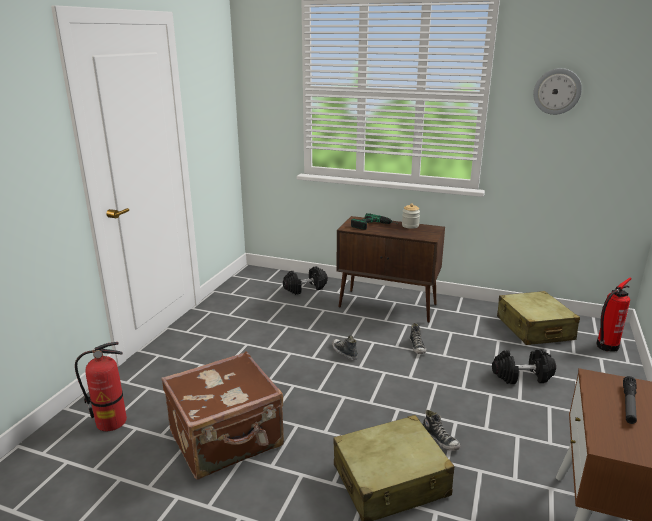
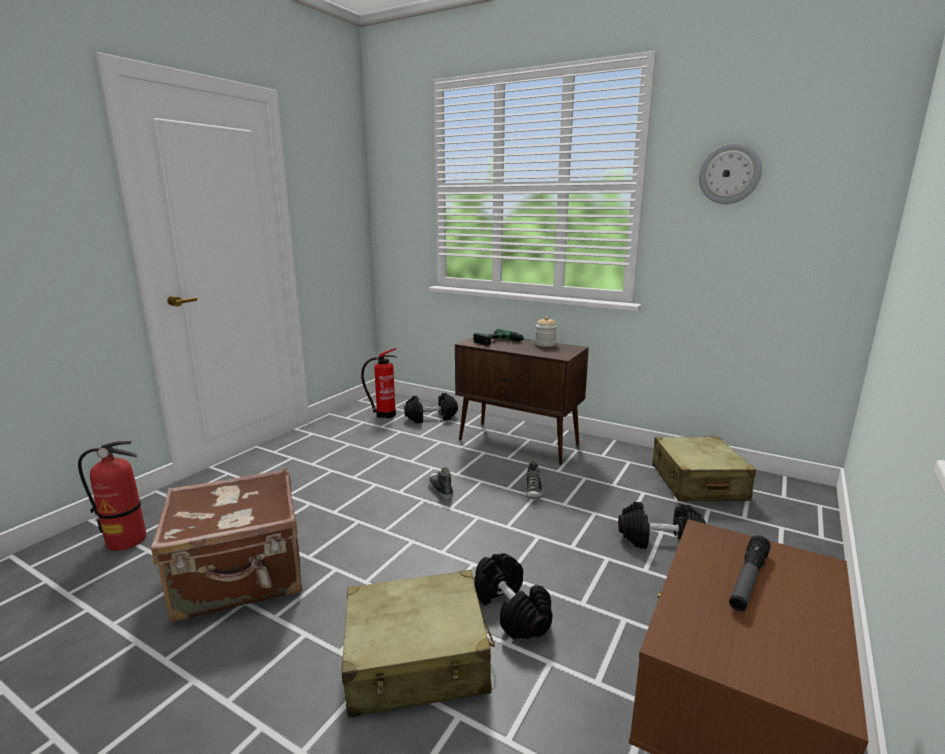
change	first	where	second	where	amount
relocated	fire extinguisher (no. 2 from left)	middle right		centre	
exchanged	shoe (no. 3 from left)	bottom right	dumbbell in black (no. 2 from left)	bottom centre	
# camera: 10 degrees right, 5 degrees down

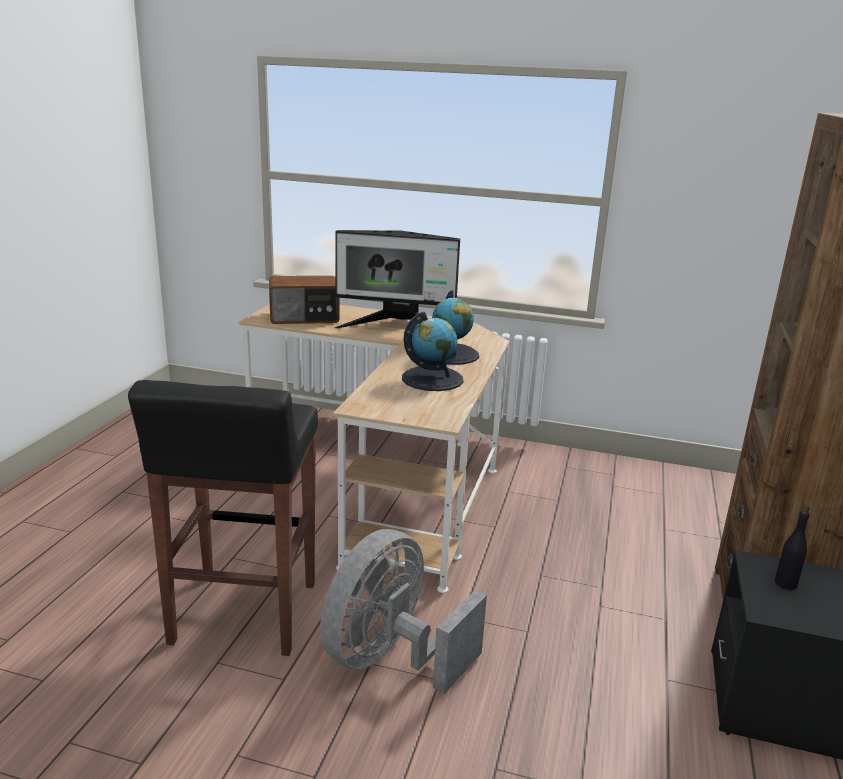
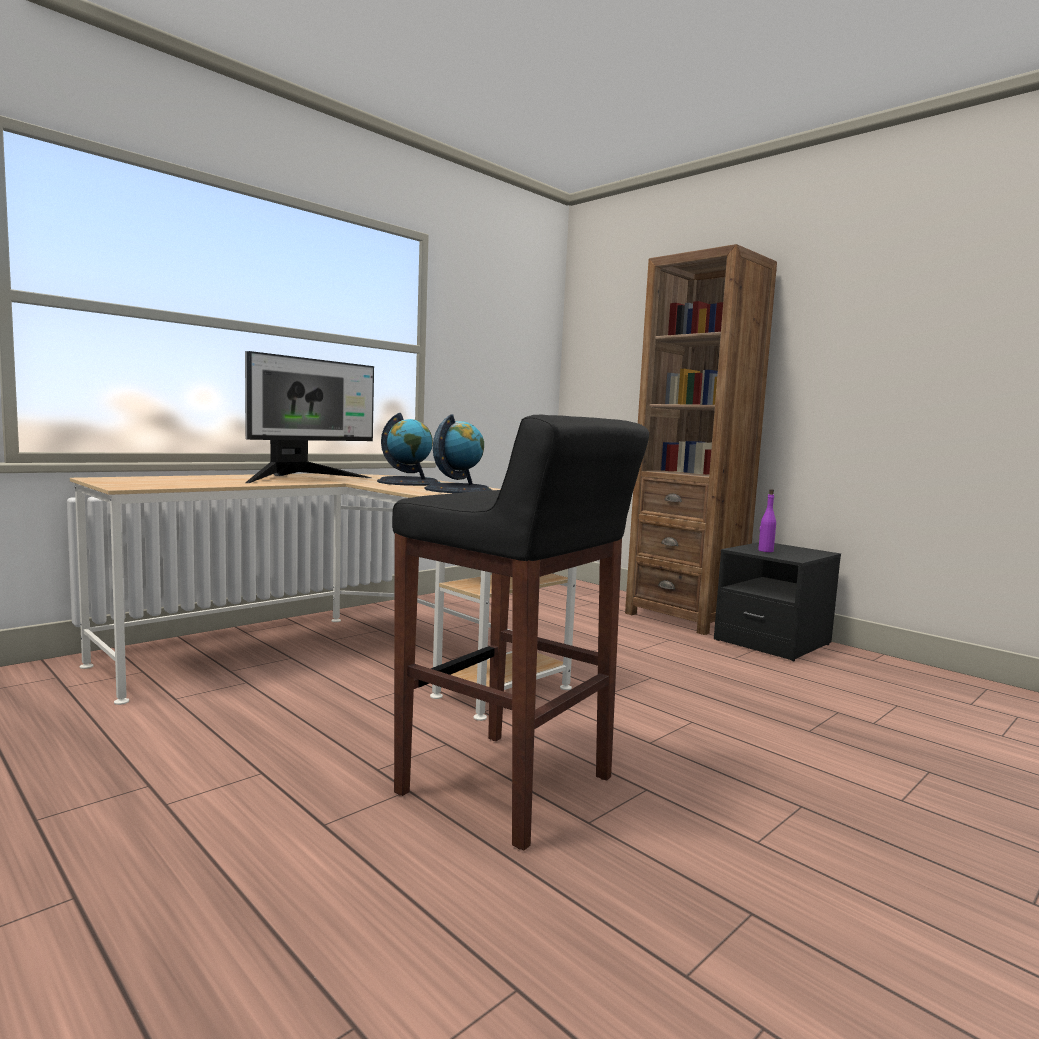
change	first	where	second	where	amount
missing	radio	centre			
missing	fan in grey	bottom centre			
colour	bottle in black	bottom right	bottle in purple	middle right	
# camera: 60 degrees left, 15 degrees down

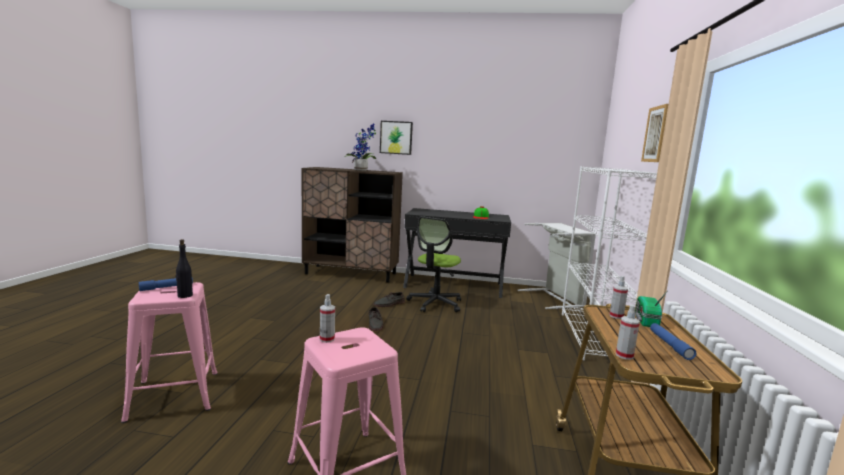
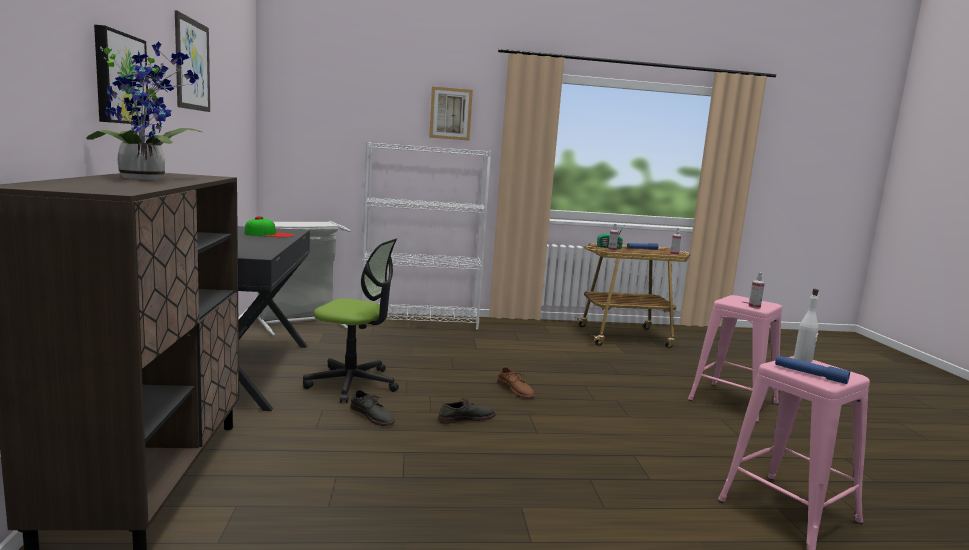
change	first	where	second	where	amount
appeared			picture (no. 2 from left)	top left	
appeared			shoe in brown	bottom centre	
colour	bottle in black	middle left	bottle in white	middle right	
# camera: 105 degrees left, 0 degrees up

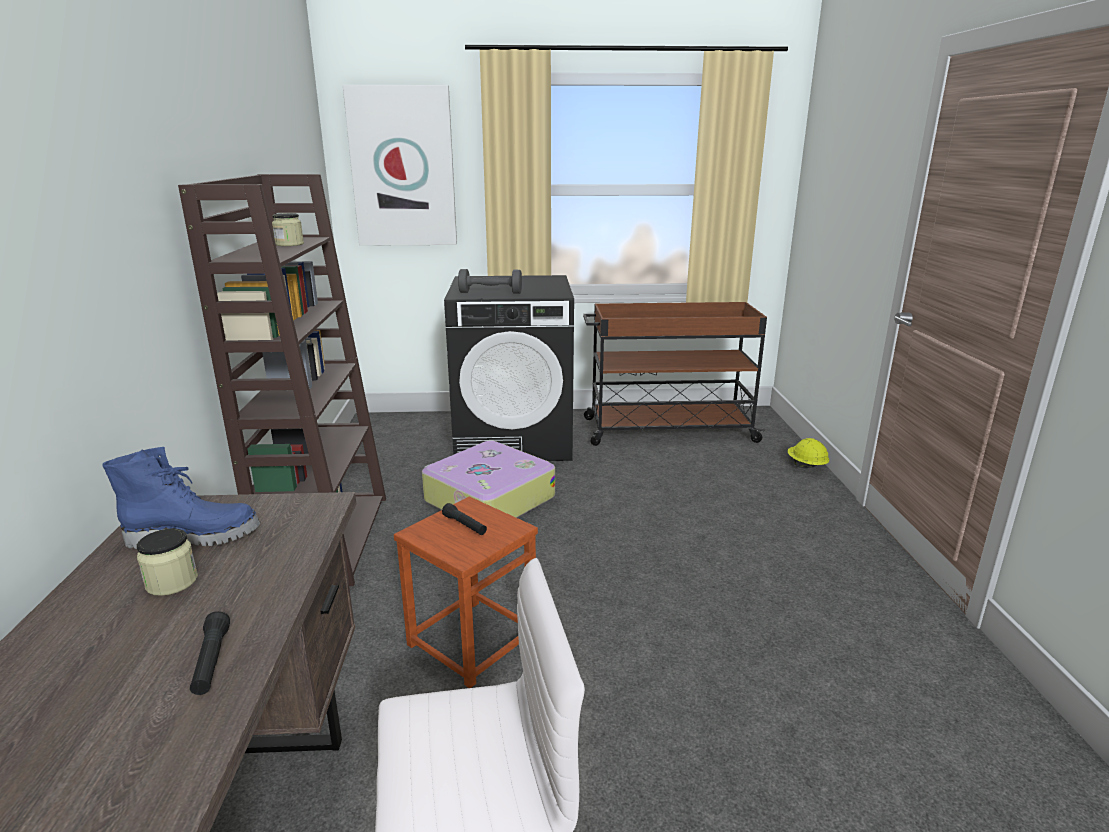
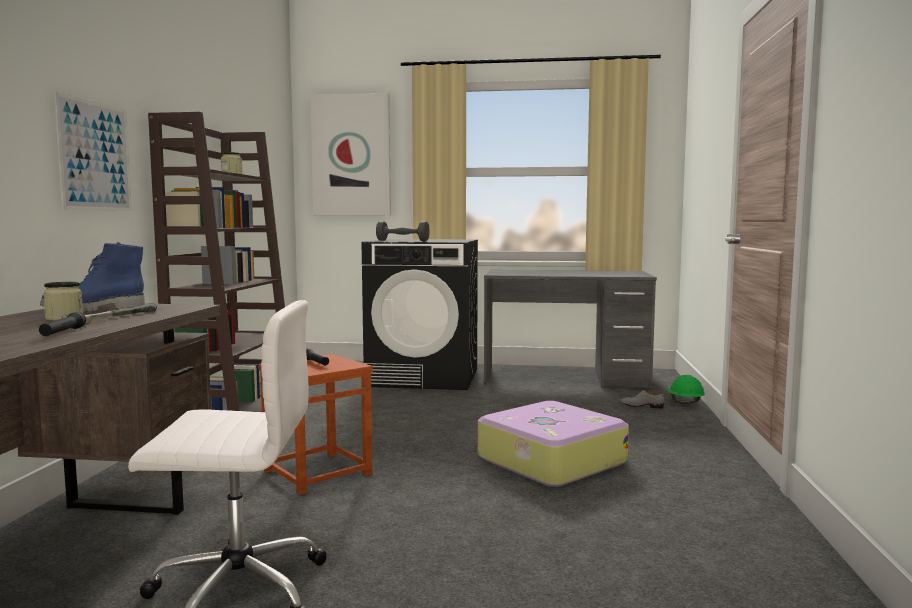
change	first	where	second	where	amount
appeared			picture (no. 1 from left)	top left	
appeared			hammer	middle left	
appeared			shoe in grey	middle right	
relocated	suitcase	centre		bottom centre	
exchanged	cart in brown	centre	desk in grey	centre	
colour	hard hat in yellow	middle right	hard hat in green	middle right	
spun	boot in blue	middle left		middle left	150 degrees clockwise
# camera: 10 degrees right, 15 degrees down

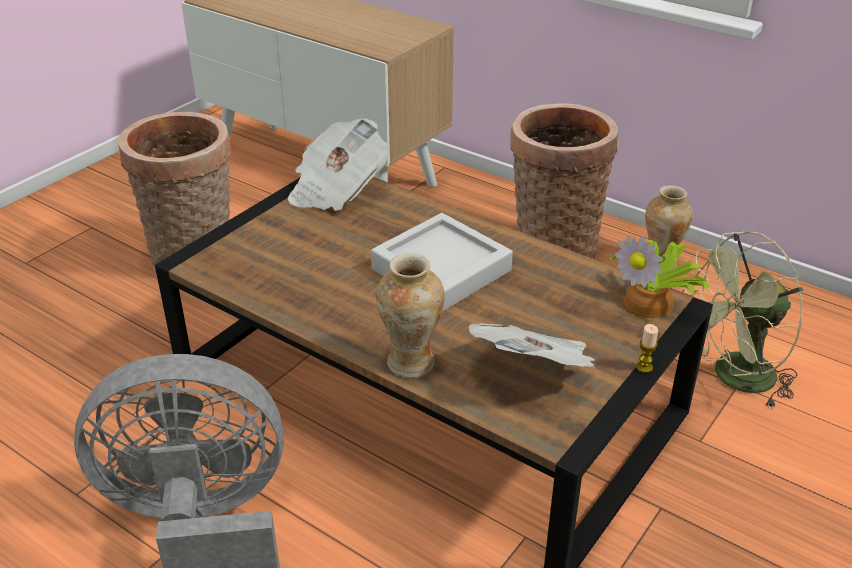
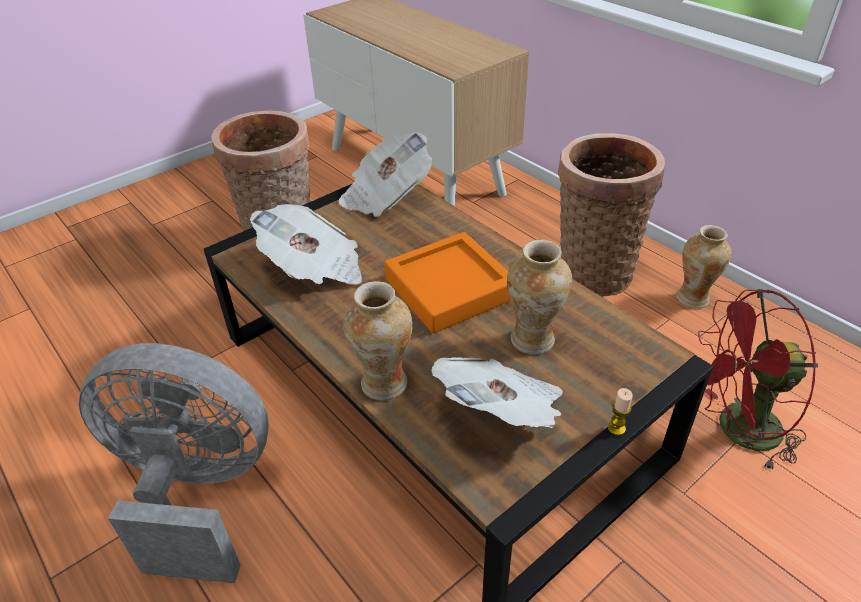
change	first	where	second	where	amount
missing	potted plant	middle right			
appeared			newspaper (no. 1 from left)	centre	
appeared			vase (no. 2 from left)	centre	
colour	tray in grey	centre	tray in orange	centre	
colour	fan in green	middle right	fan in red	middle right	
# camera: 15 degrees right, 5 degrees up

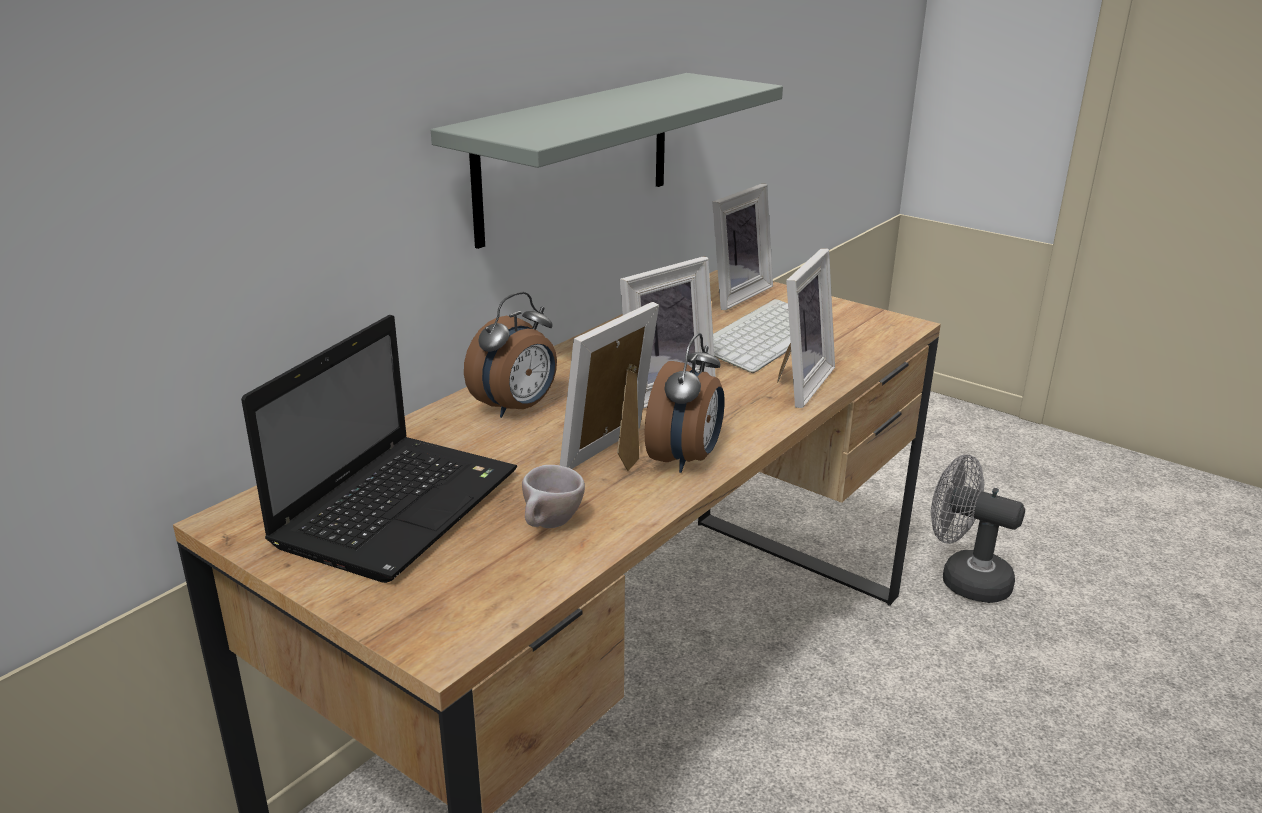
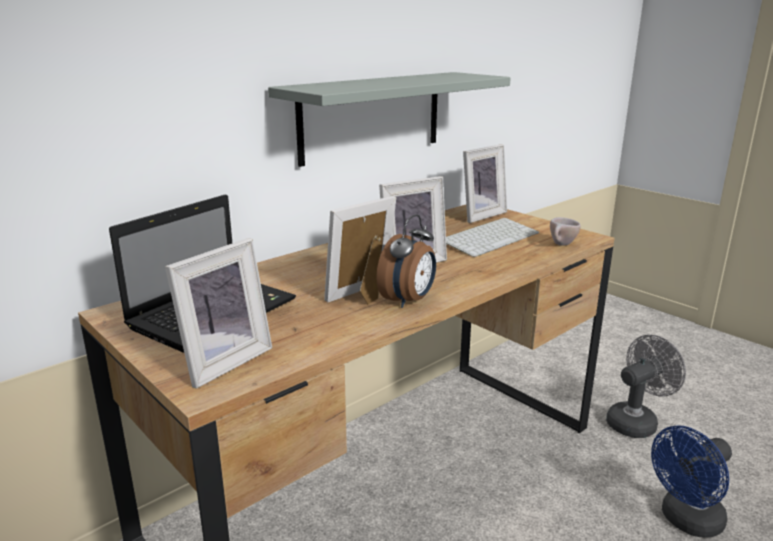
change	first	where	second	where	amount
missing	alarm clock (no. 1 from left)	centre			
appeared			fan in blue	bottom right	
relocated	cup in beige	centre		middle right	
relocated	picture frame (no. 4 from left in the first image)	centre	picture frame (no. 1 from left)	middle left	
spun	fan in grey	middle right		bottom right	105 degrees clockwise
# camera: 10 degrees right, 5 degrees down

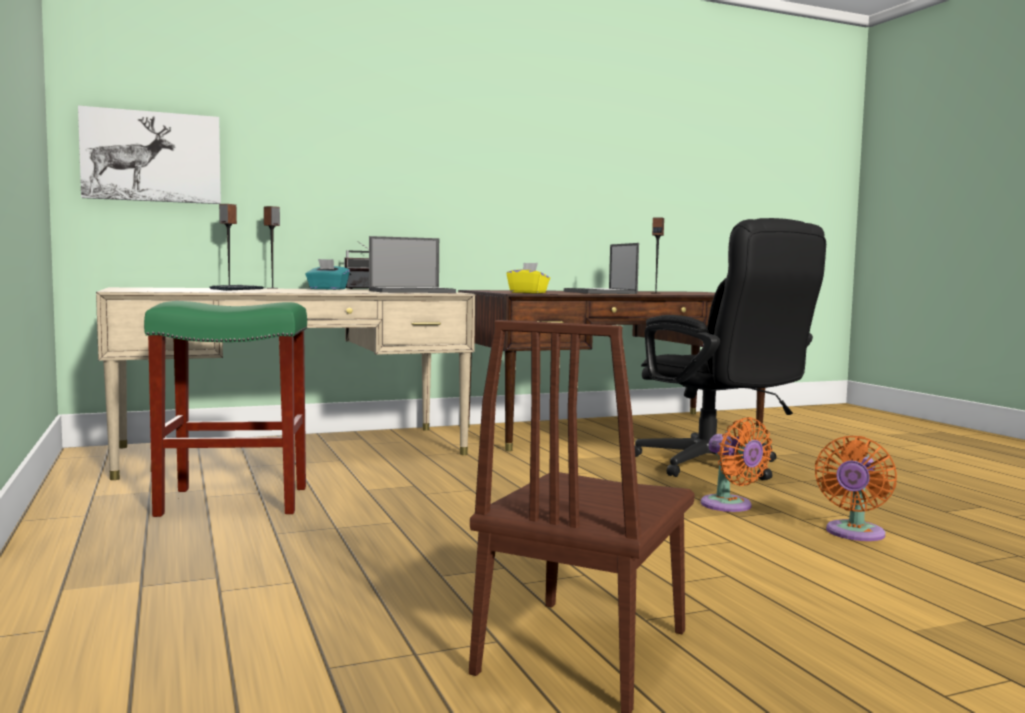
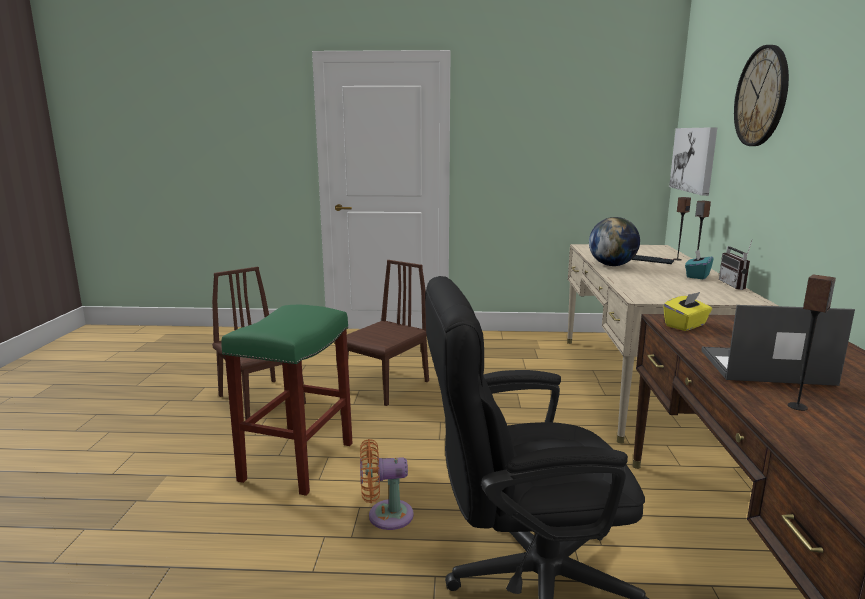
change	first	where	second	where	amount
missing	laptop (no. 1 from left)	centre			
missing	fan in orange (no. 2 from left)	bottom right			
appeared			chair in brown (no. 2 from left)	centre	
appeared			globe	middle right	
appeared			wall clock	top right	
relocated	stool in green	middle left		bottom left	
# camera: 115 degrees right, 10 degrees up

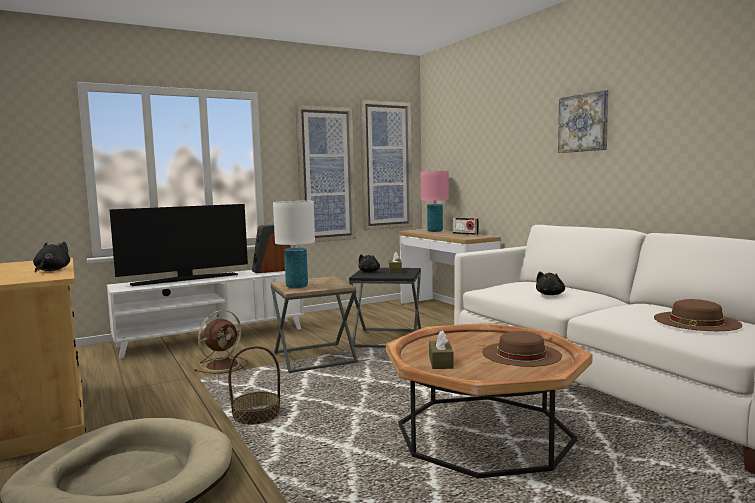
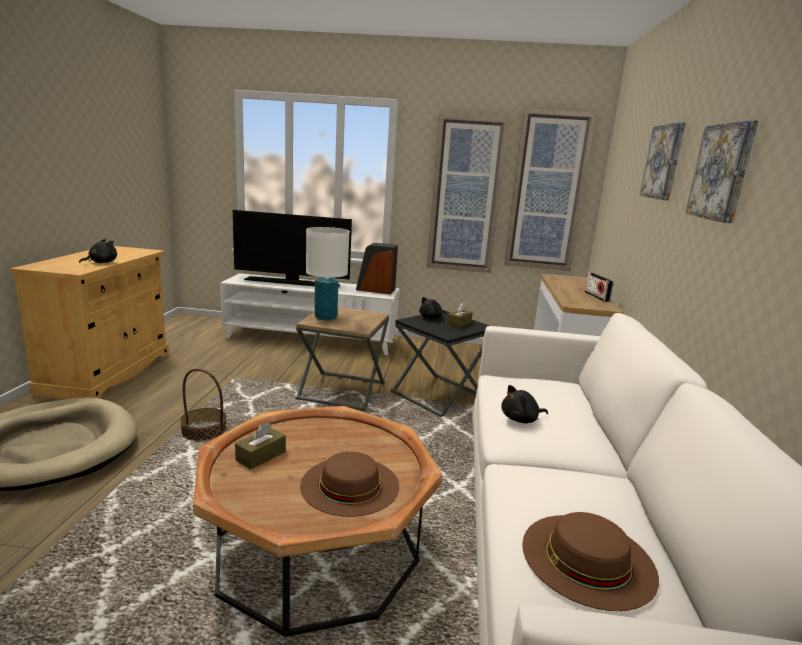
change	first	where	second	where	amount
missing	fan in brown	bottom left			
missing	table lamp in pink	centre			
appeared			picture (no. 3 from left)	top right	
# camera: 35 degrees right, 10 degrees up

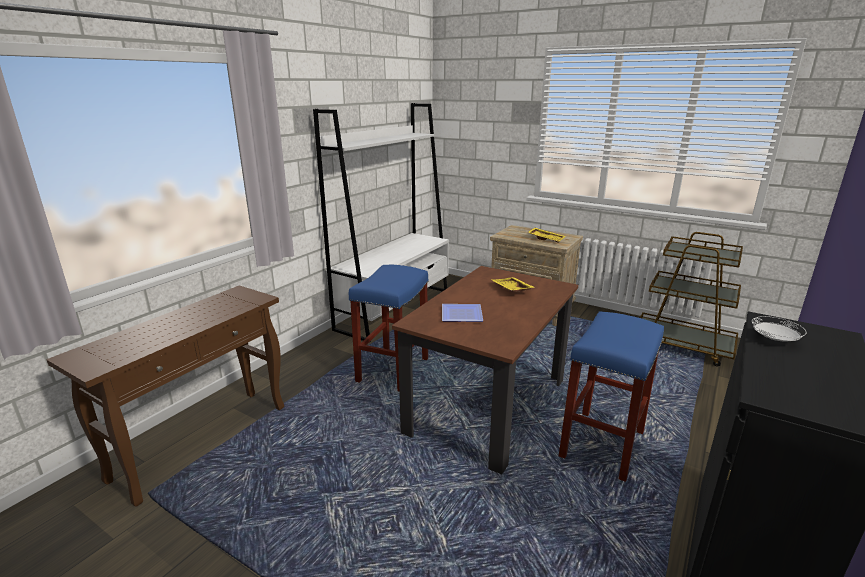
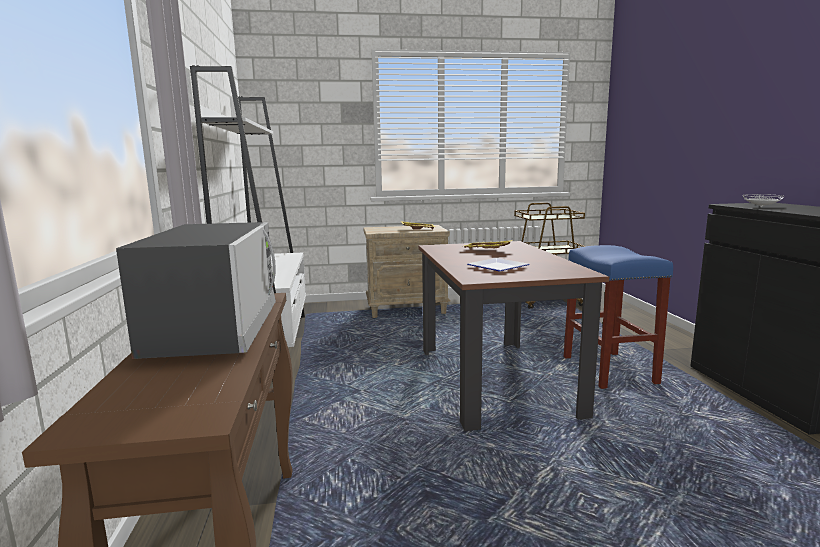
change	first	where	second	where	amount
missing	stool in blue (no. 1 from left)	centre			
appeared			microwave	middle left	
# camera: 40 degrees left, 10 degrees down

